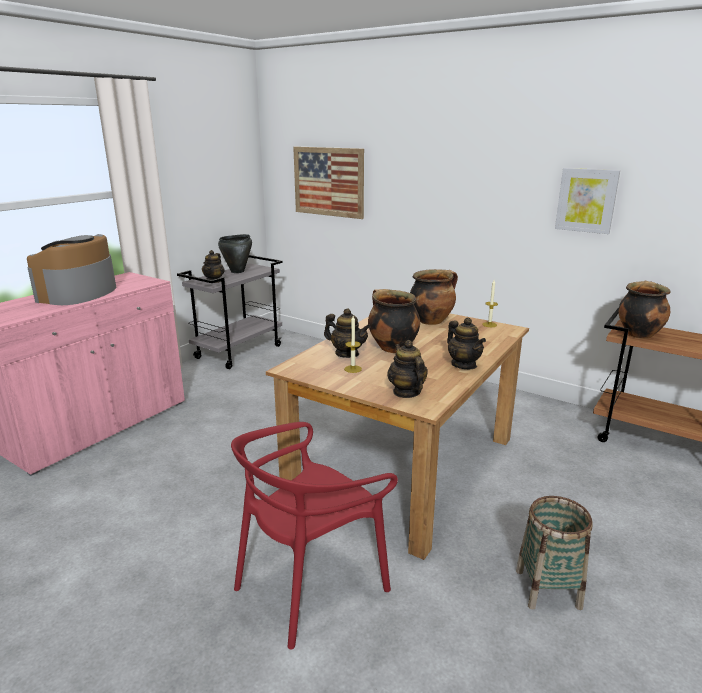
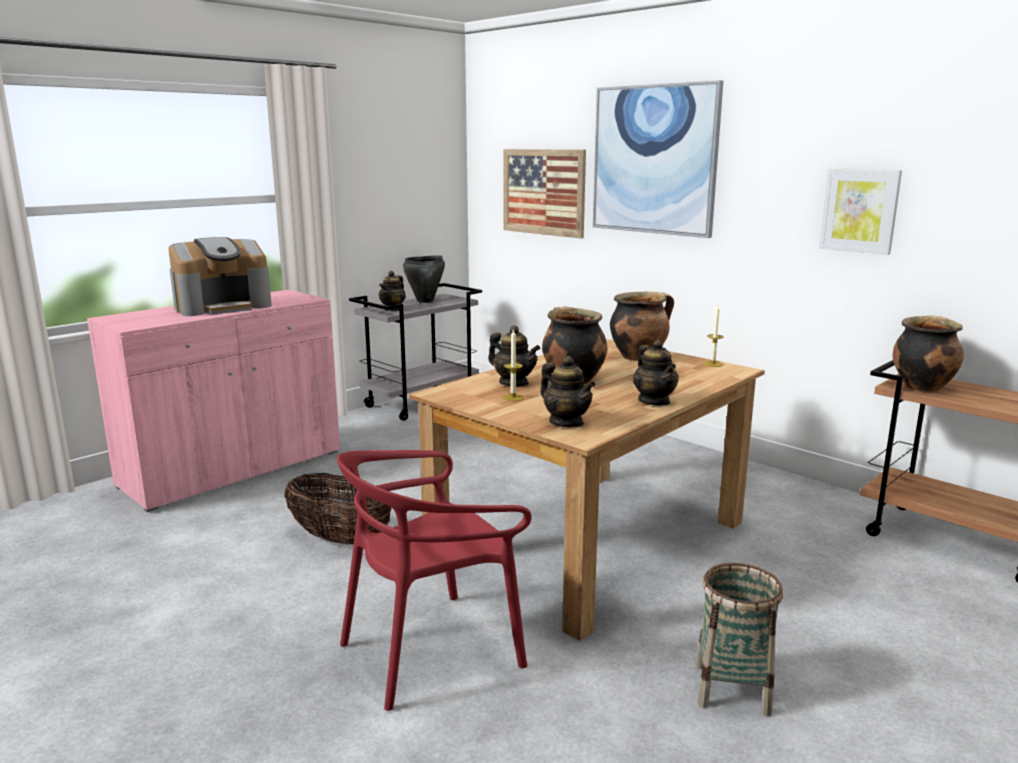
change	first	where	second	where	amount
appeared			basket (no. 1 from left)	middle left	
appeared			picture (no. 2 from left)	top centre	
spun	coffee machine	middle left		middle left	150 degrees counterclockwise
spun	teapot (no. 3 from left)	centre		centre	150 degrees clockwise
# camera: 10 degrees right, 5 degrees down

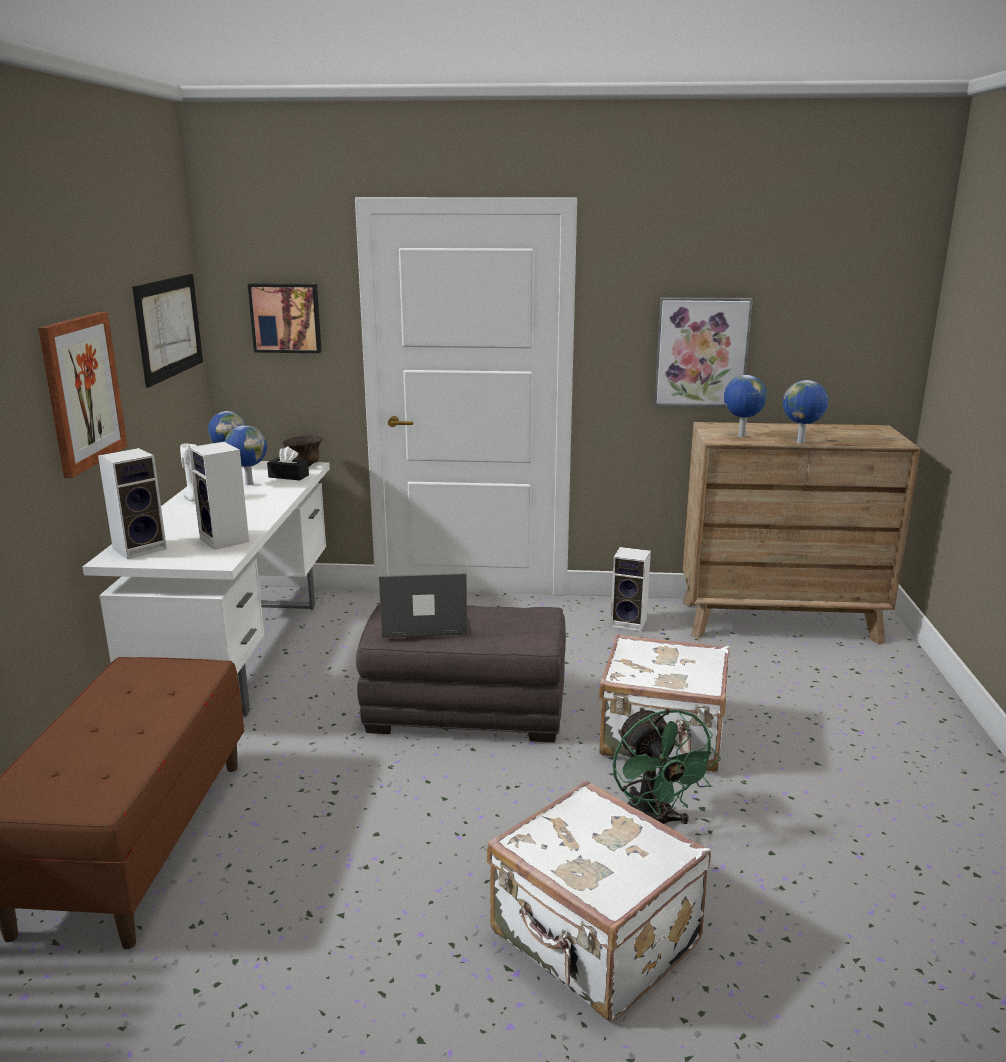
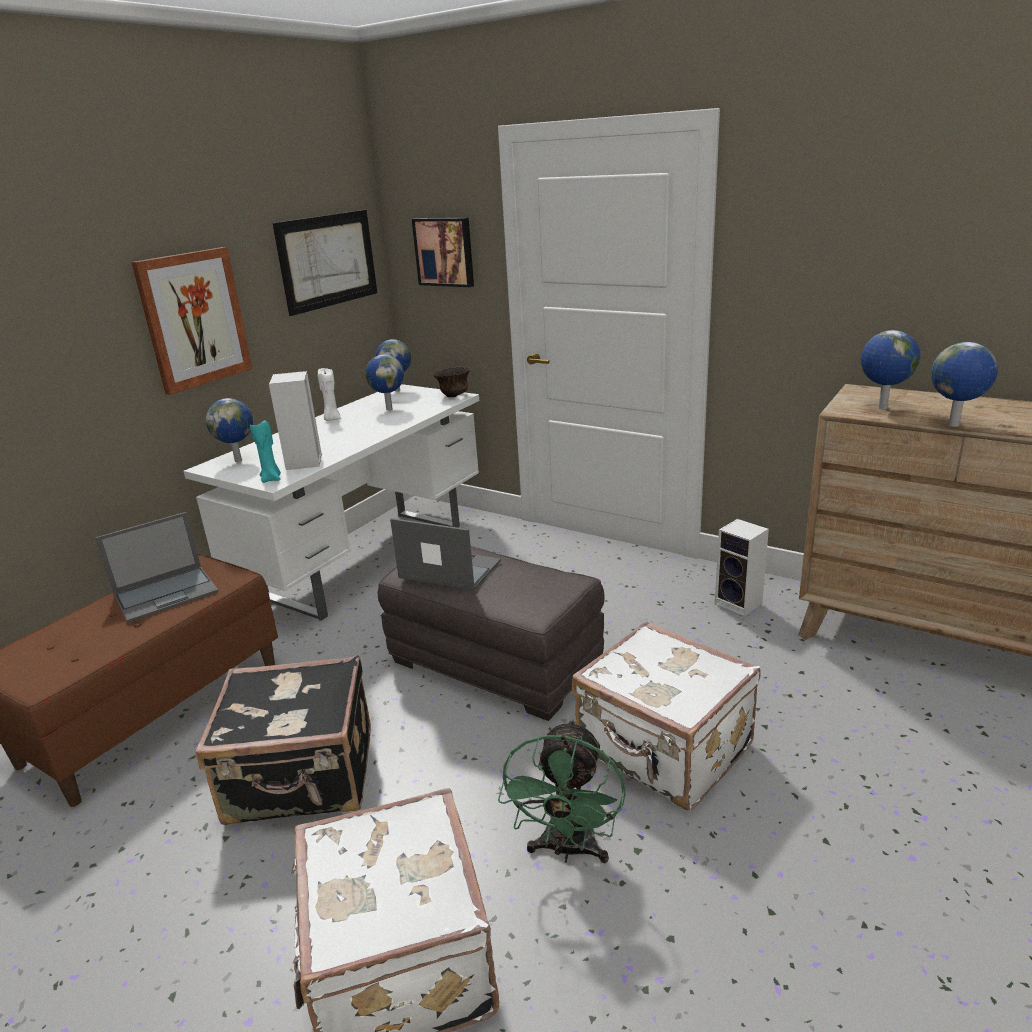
change	first	where	second	where	amount
missing	tissue box in black	middle left			
missing	picture (no. 4 from left)	top right			
appeared			laptop (no. 1 from left)	middle left	
appeared			suitcase in black	bottom left	
appeared			candle in turquoise	middle left	
exchanged	speaker (no. 1 from left)	middle left	globe (no. 1 from left)	middle left	
# camera: 30 degrees right, 5 degrees up

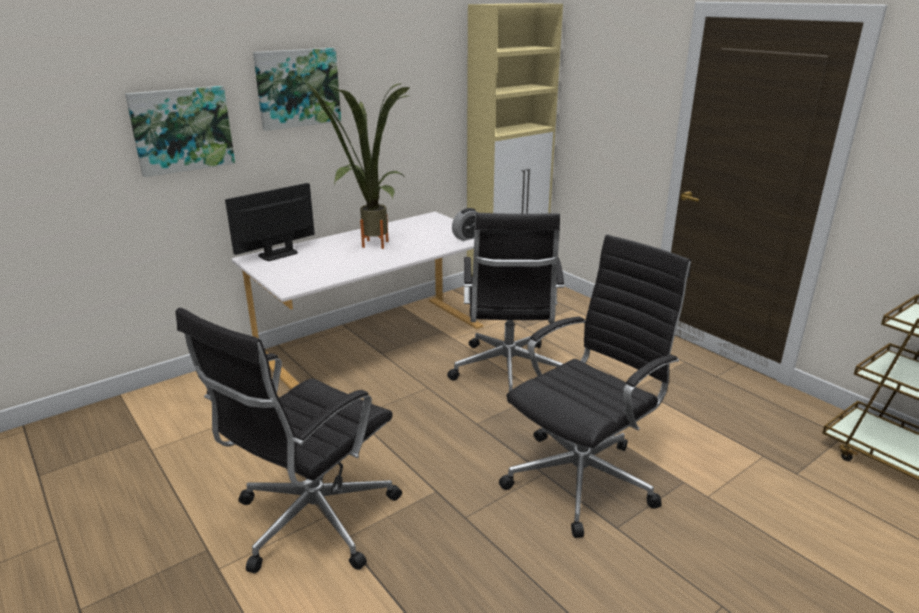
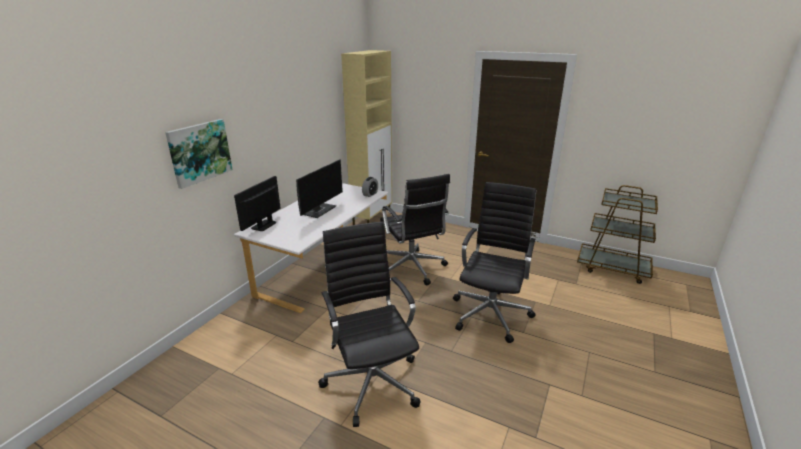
change	first	where	second	where	amount
missing	picture (no. 2 from left)	top left			
exchanged	potted plant	top centre	monitor (no. 2 from left)	centre	
spun	office chair in black (no. 1 from left)	bottom left		bottom centre	150 degrees clockwise
# camera: 25 degrees left, 0 degrees up

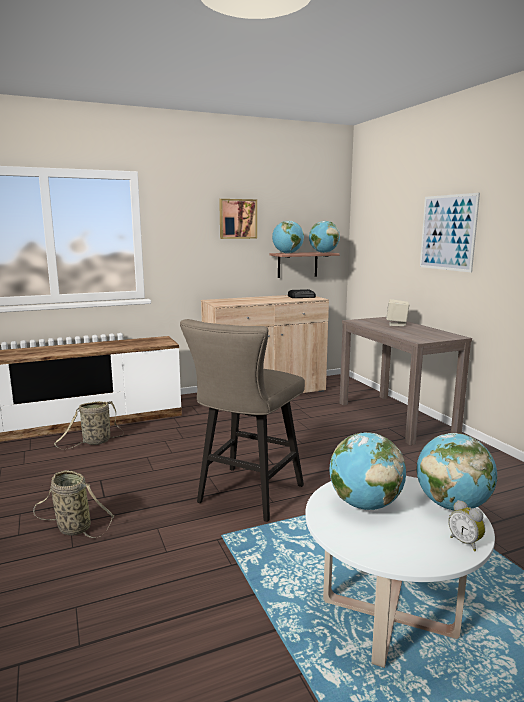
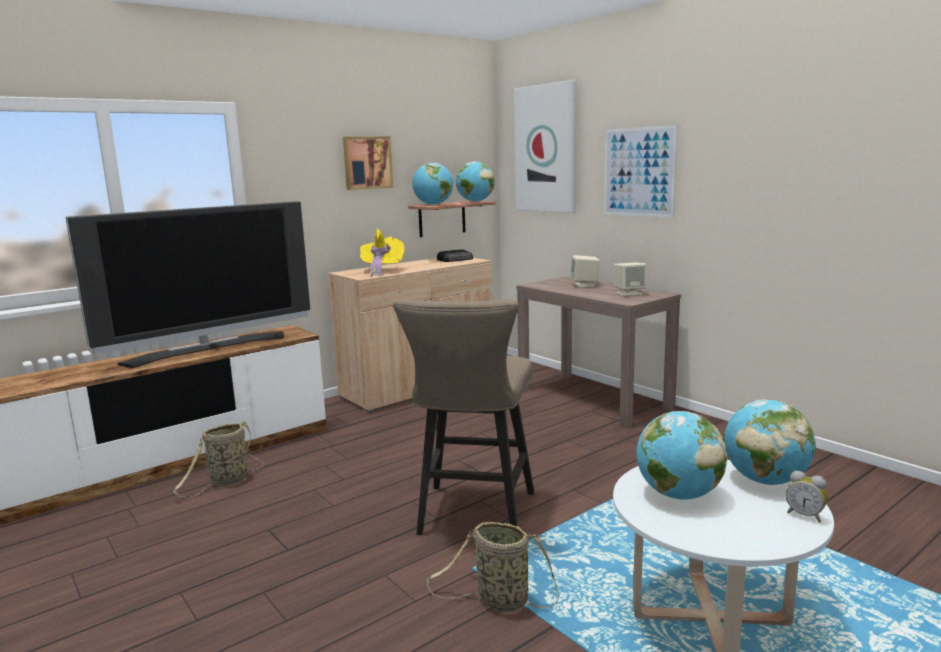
change	first	where	second	where	amount
appeared			television	middle left	
appeared			hat in yellow	centre	
appeared			picture (no. 2 from left)	top centre	
appeared			speaker in beige (no. 2 from left)	middle right	
relocated	basket (no. 1 from left in the first image)	bottom left	basket (no. 2 from left)	bottom centre	
# camera: 15 degrees left, 0 degrees up

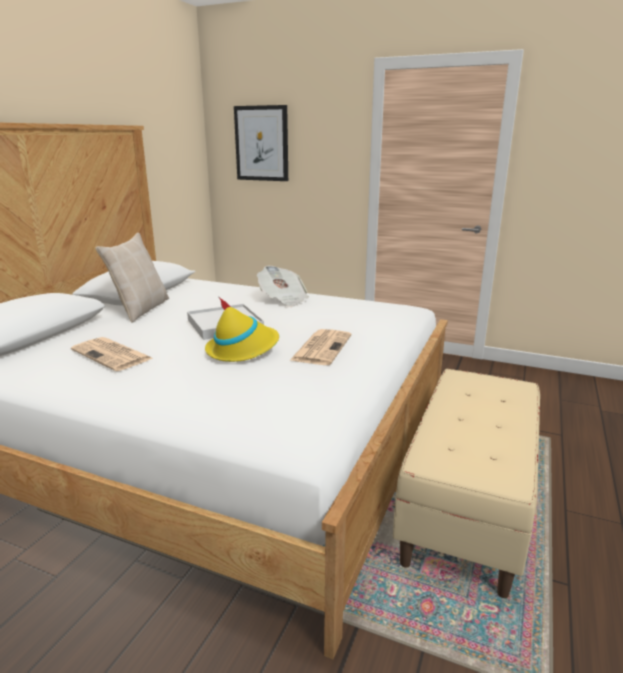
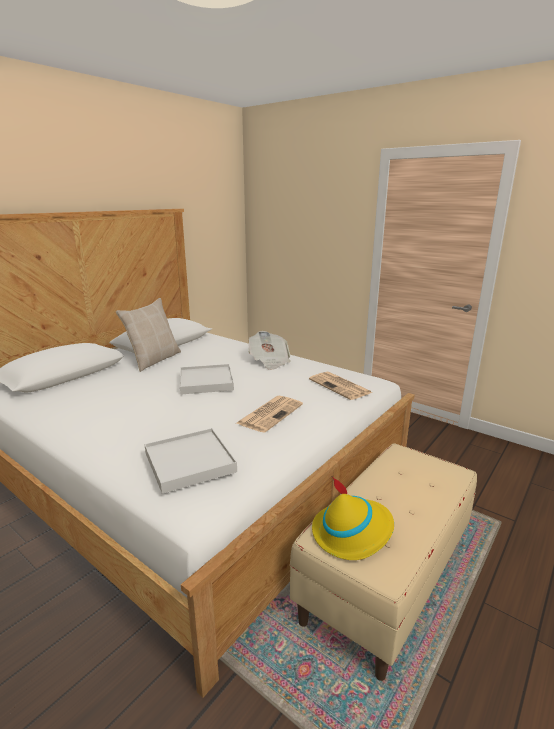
change	first	where	second	where	amount
missing	picture	top centre			
appeared			tray in white (no. 1 from left)	centre	
relocated	newspaper (no. 1 from left in the first image)	middle left	newspaper (no. 3 from left)	centre	
relocated	hat in yellow	centre		bottom centre	
# camera: 15 degrees right, 0 degrees up

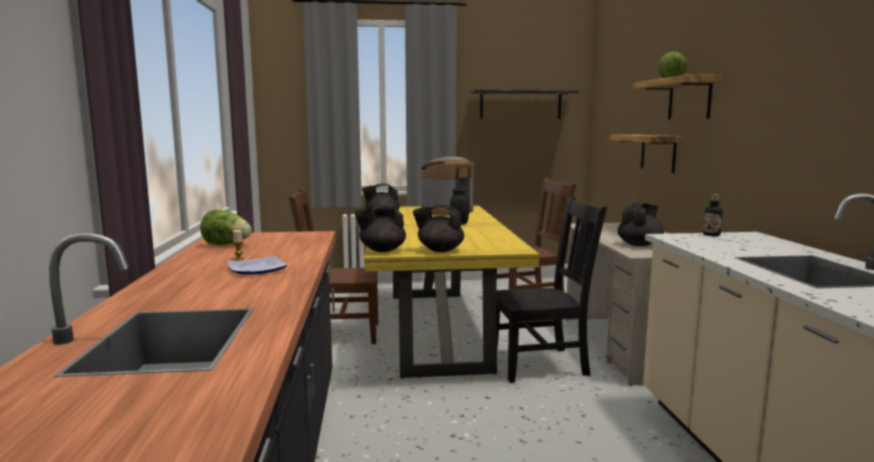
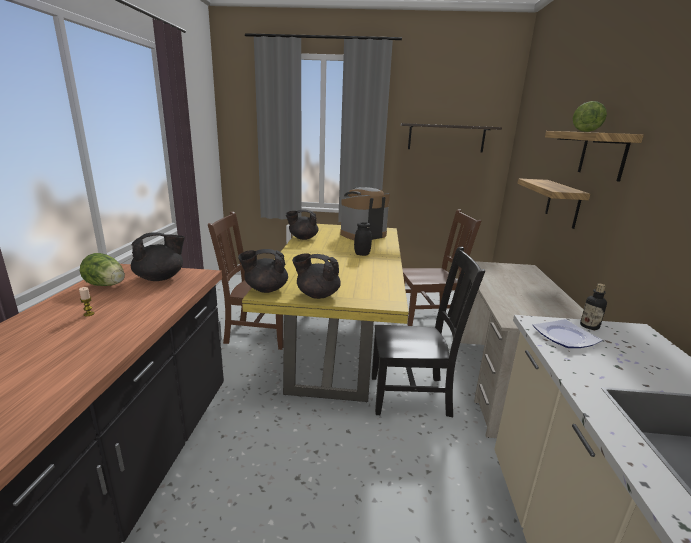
change	first	where	second	where	amount
relocated	plate	middle left		middle right	
relocated	teapot in black (no. 4 from left in the first image)	middle right	teapot in black (no. 1 from left)	middle left	
# camera: 10 degrees right, 10 degrees up

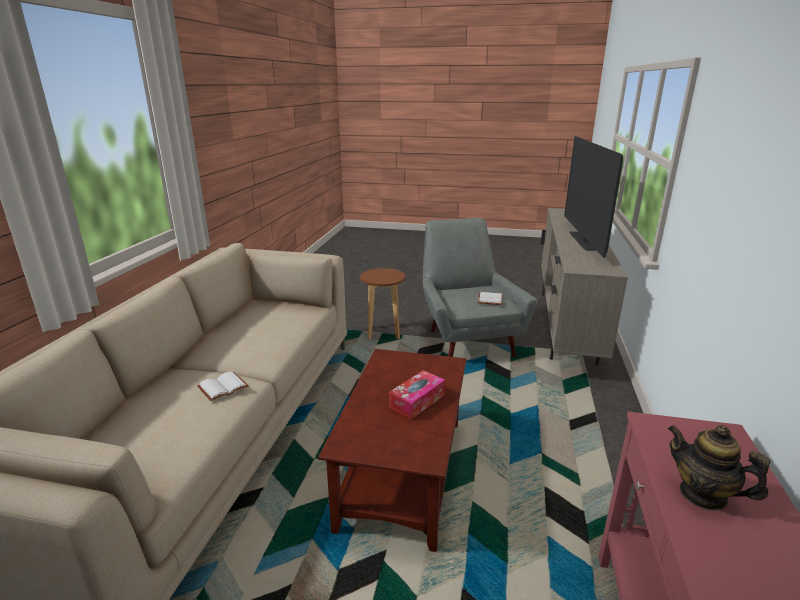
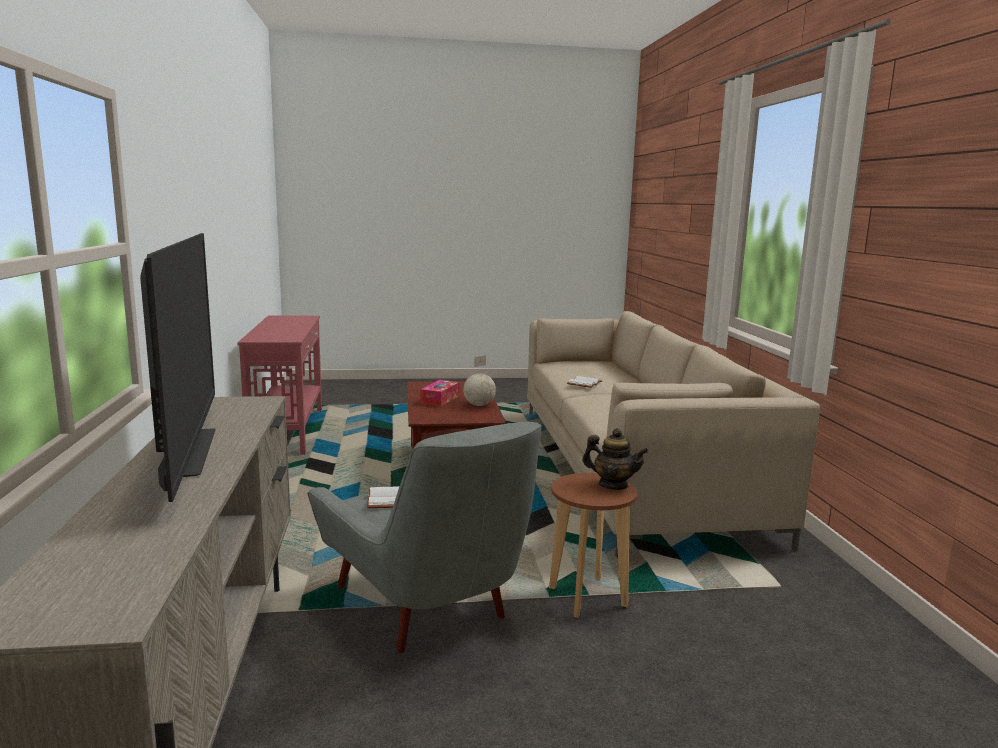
change	first	where	second	where	amount
appeared			globe	centre	
relocated	teapot	bottom right		centre	
# camera: 160 degrees right, 10 degrees down

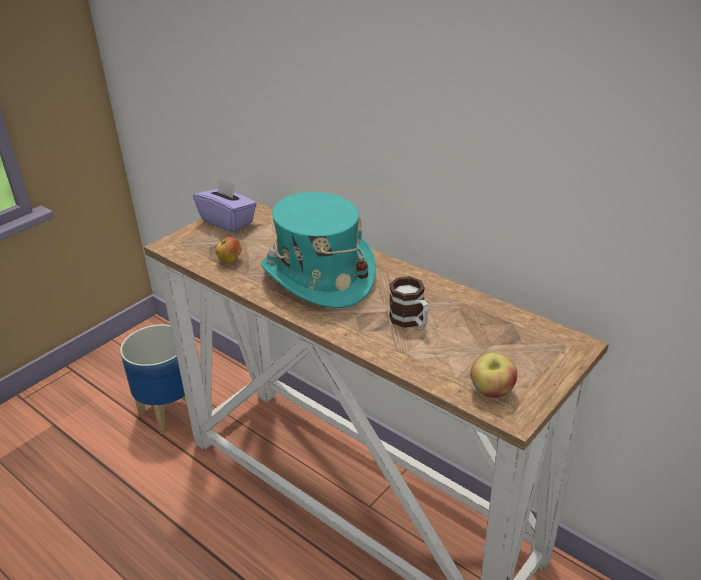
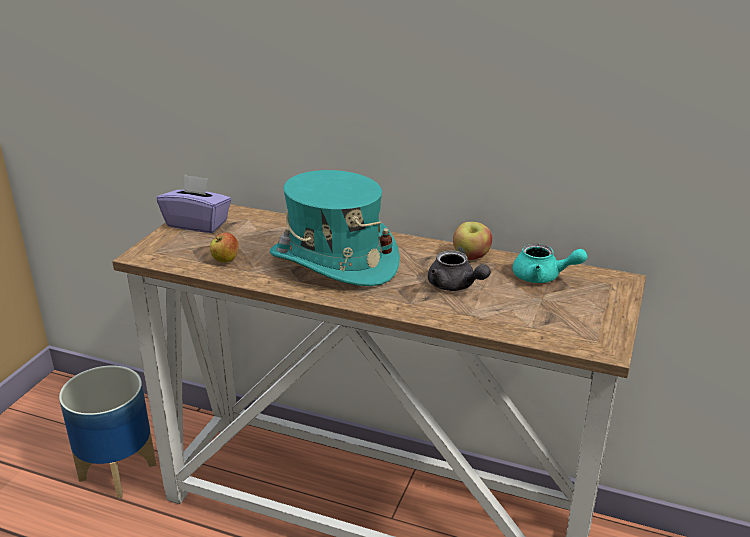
change	first	where	second	where	amount
appeared			teapot in turquoise	middle right	
relocated	apple (no. 2 from left)	middle right		centre	
exchanged	mug	centre	teapot in grey	centre	
# camera: 20 degrees left, 5 degrees down

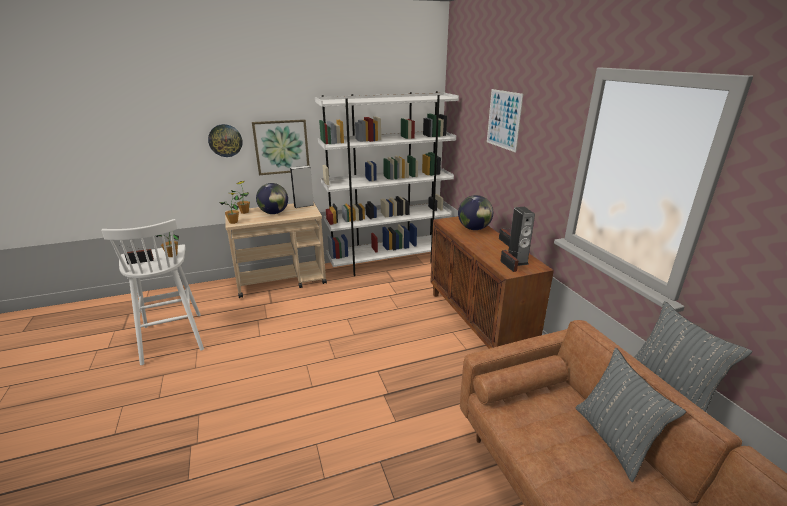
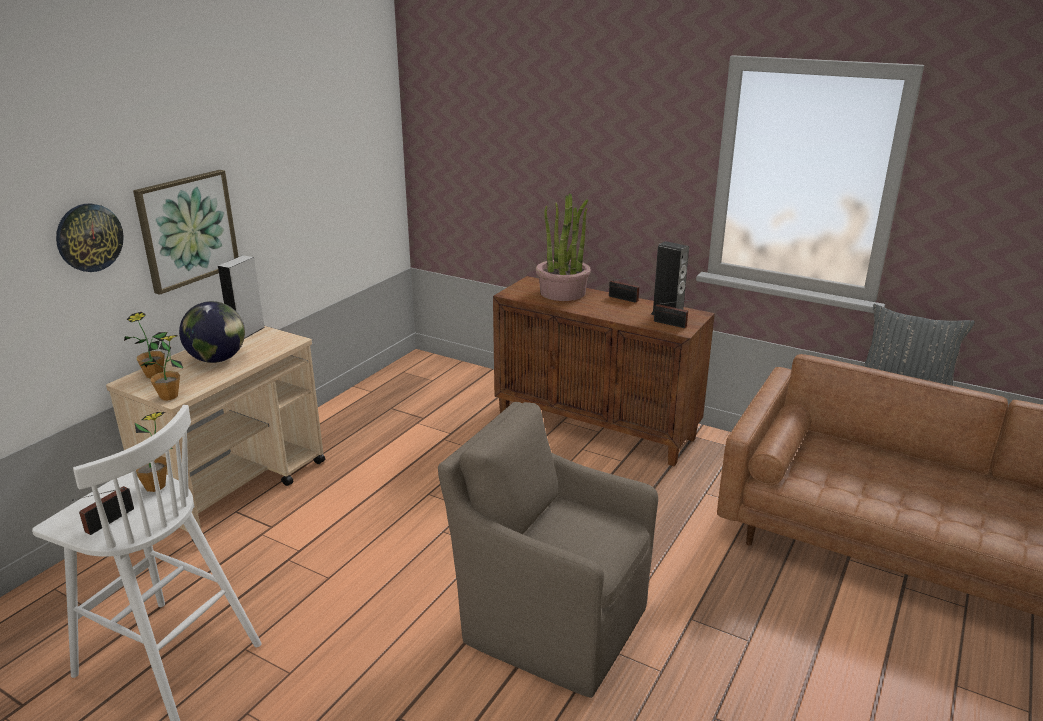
change	first	where	second	where	amount
missing	bookcase in white	centre			
missing	picture (no. 2 from left)	top centre			
missing	pillow in grey (no. 1 from left)	bottom right			
appeared			armchair in brown	bottom centre	
exchanged	globe (no. 2 from left)	centre	potted plant (no. 4 from left)	centre	
# camera: 40 degrees left, 0 degrees up

